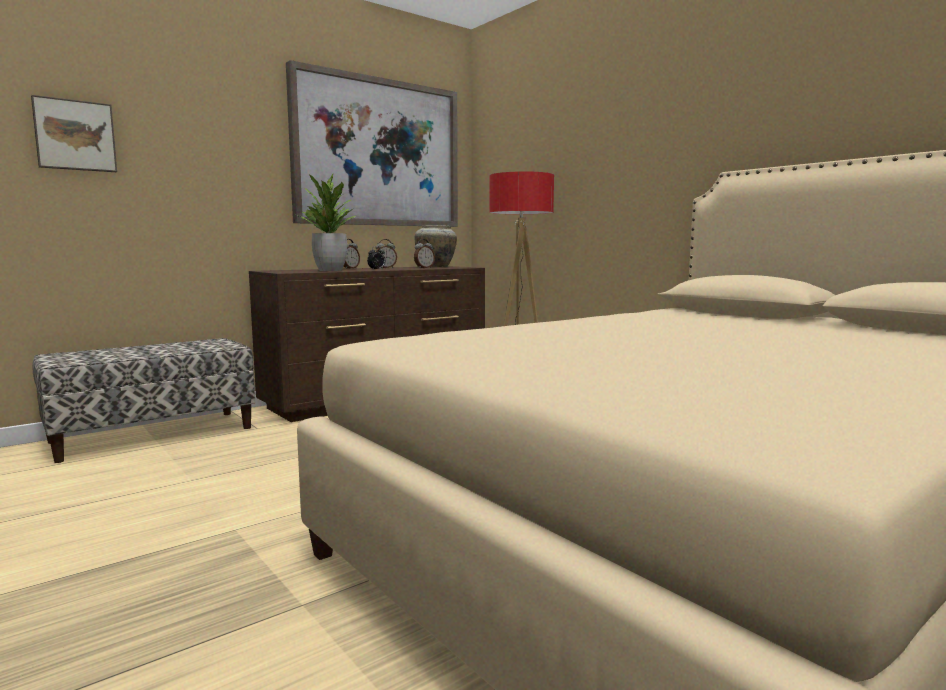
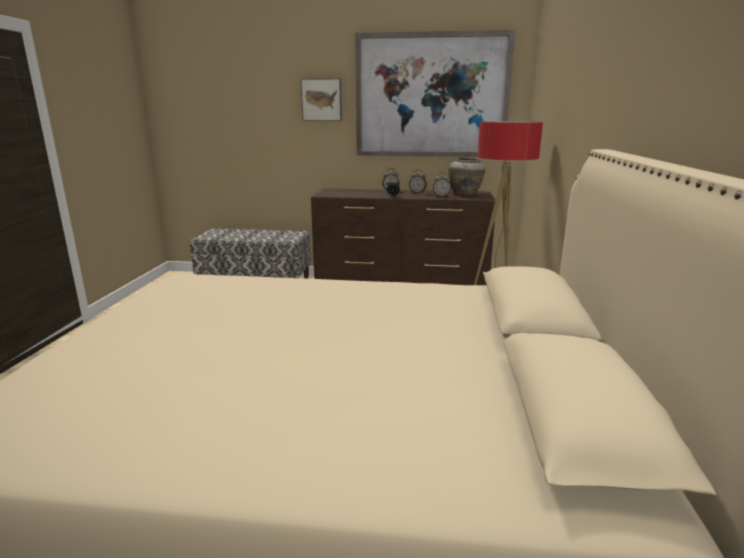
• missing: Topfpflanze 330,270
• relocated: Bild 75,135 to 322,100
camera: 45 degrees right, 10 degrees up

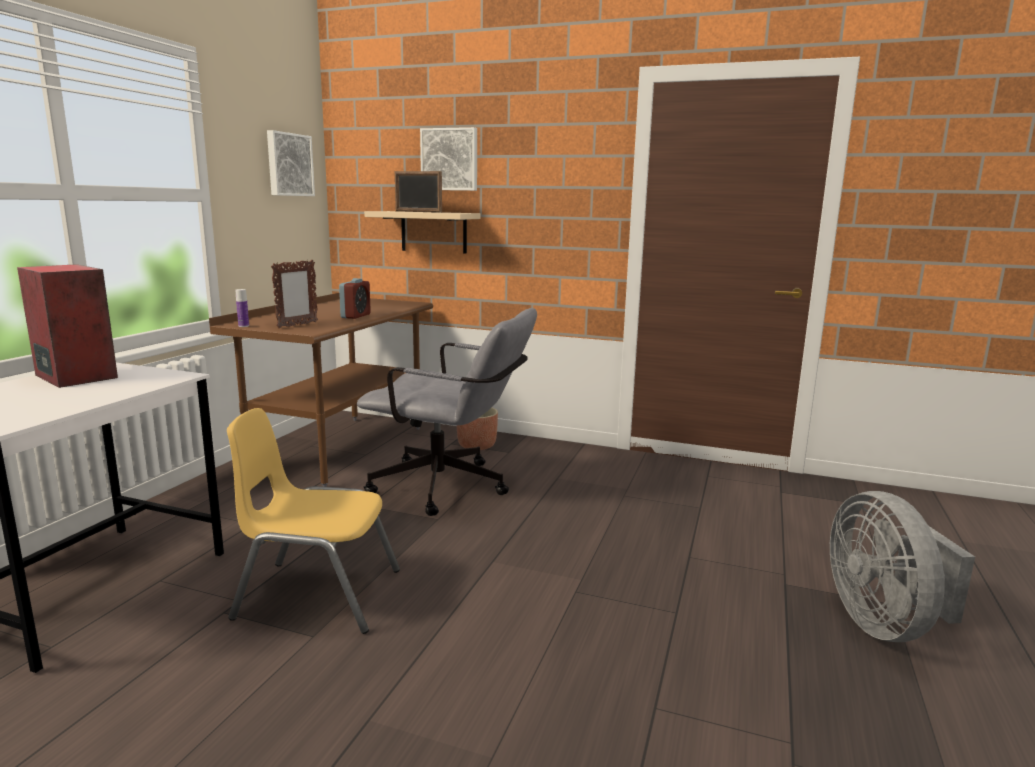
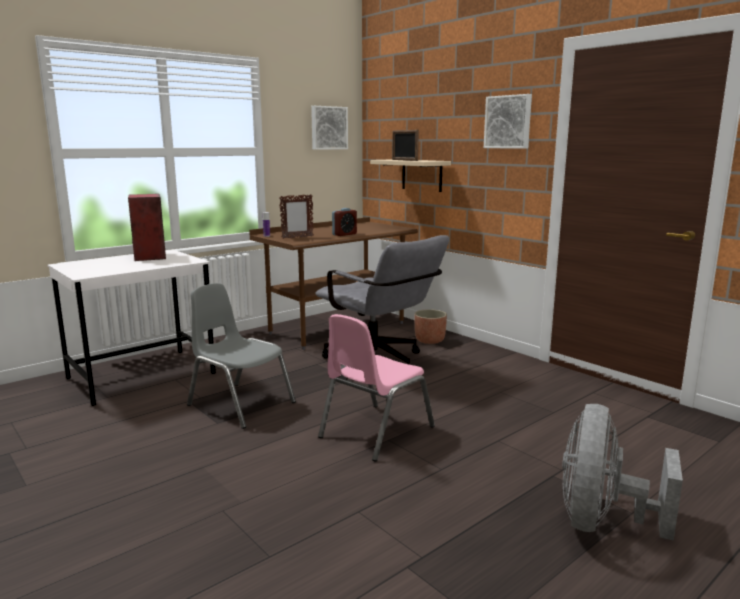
• appeared: Stuhl/rosa 375,432
• relocated: Bild 450,159 to 508,122
• colour: Stuhl/gelb 318,594 to Stuhl/grau 240,404
camera: 30 degrees right, 0 degrees up

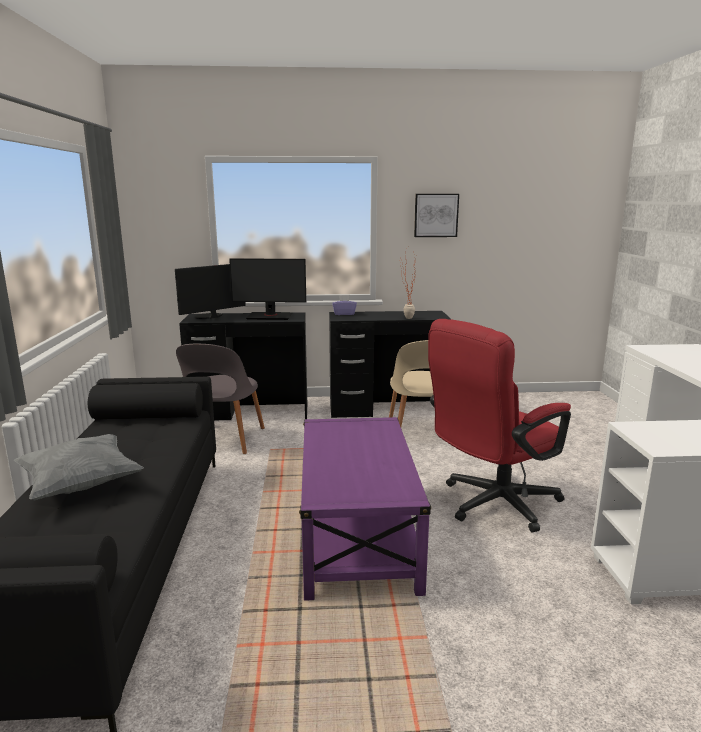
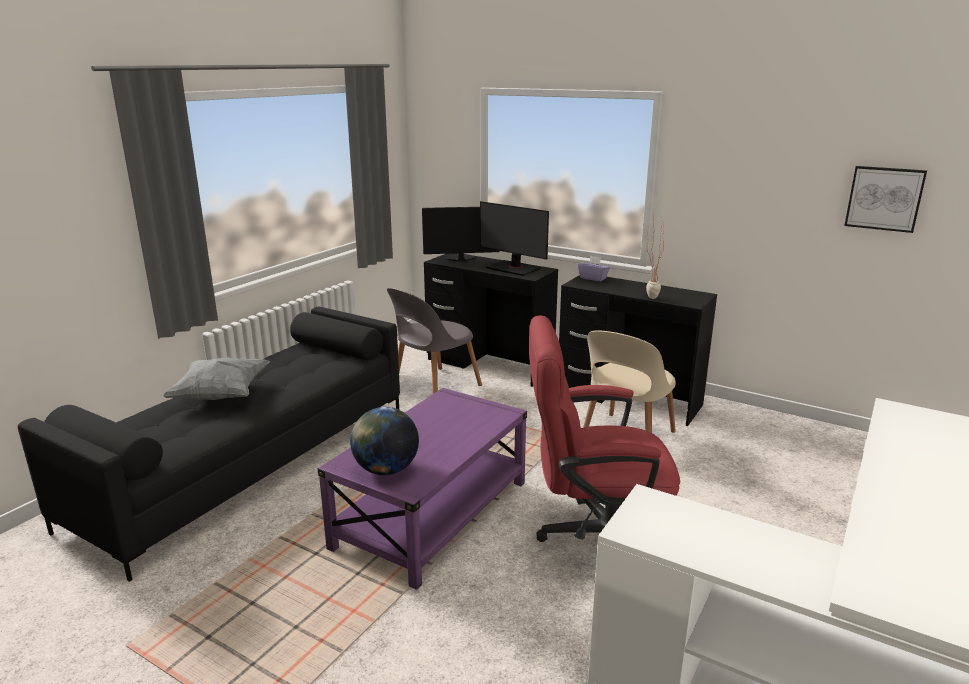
• appeared: Globus 385,469
• relocated: Bild 436,215 to 884,198
camera: 35 degrees right, 5 degrees up

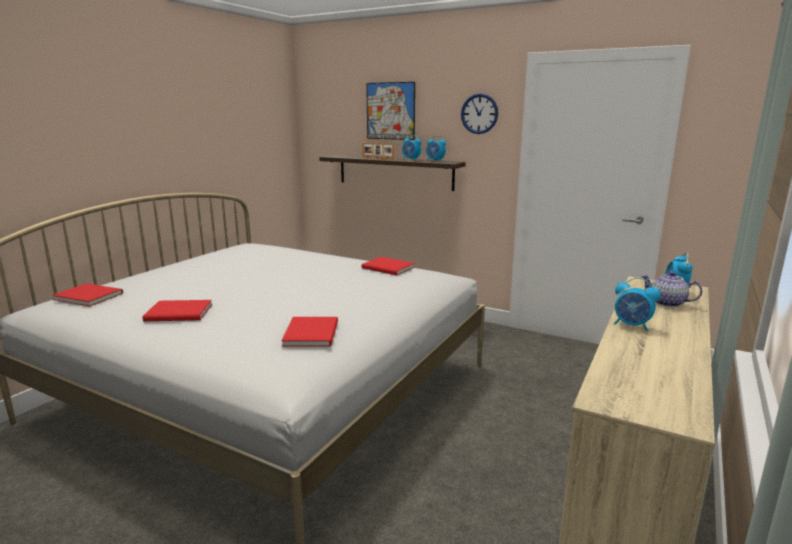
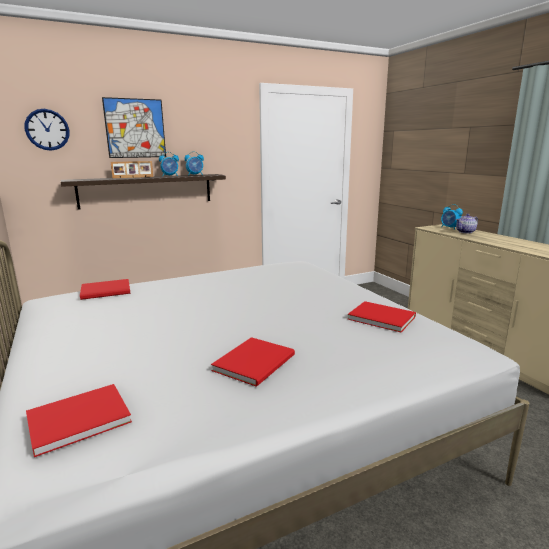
• missing: Wecker 632,326
• relocated: Buch/rot 388,268 to 107,291
• relocated: Wanduhr 479,114 to 47,129
camera: 55 degrees left, 0 degrees up

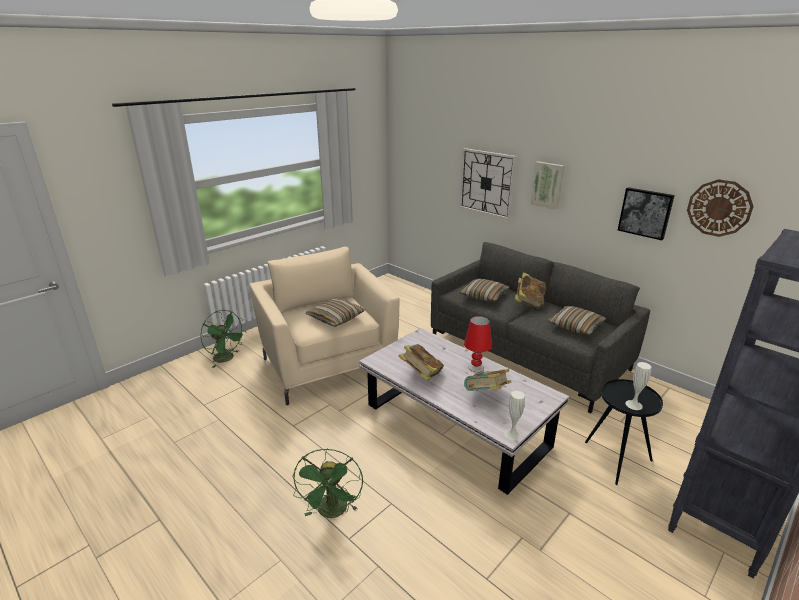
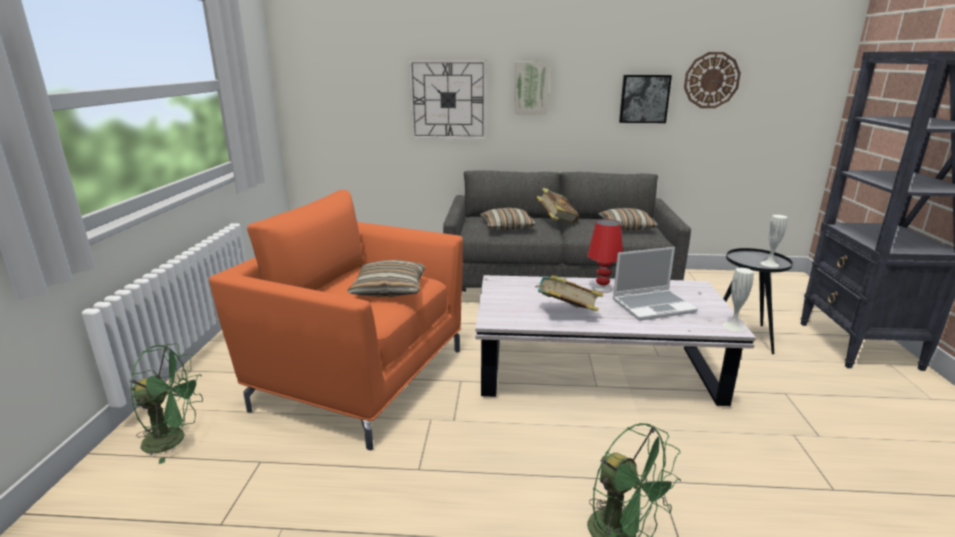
• exchanged: Buch 486,395 to Laptop 653,306
• colour: Sessel/beige 328,364 to Sessel/orange 360,377
camera: 40 degrees left, 5 degrees down

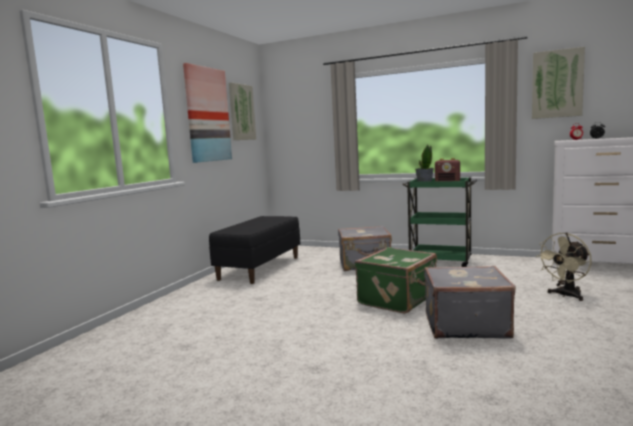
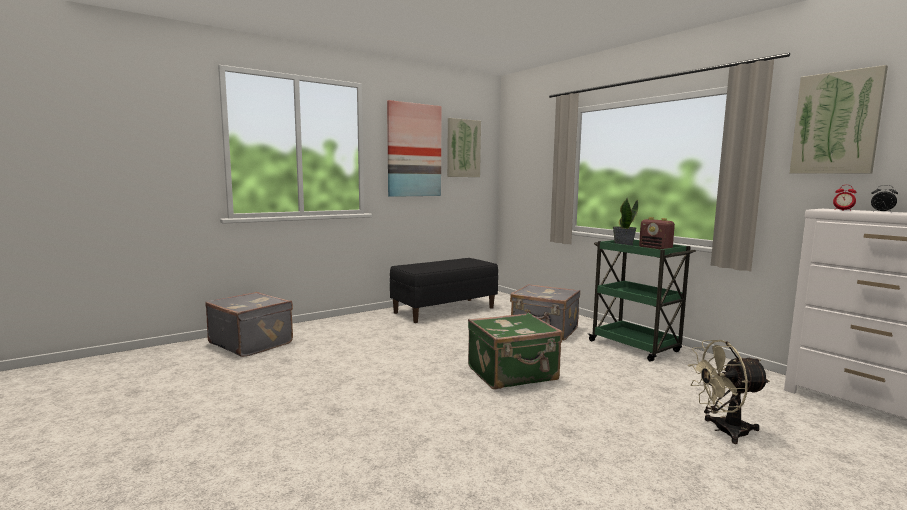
• relocated: Koffer/grau 465,325 to 252,343
camera: 30 degrees right, 0 degrees up

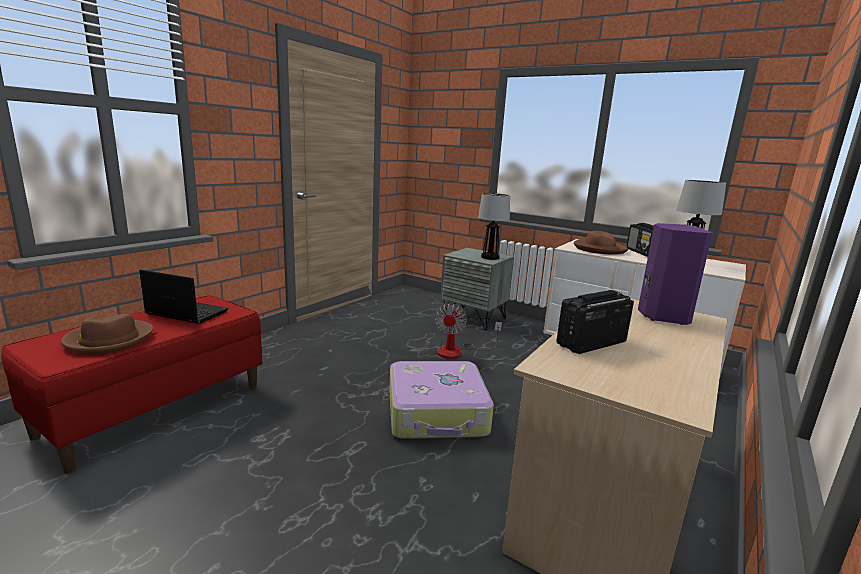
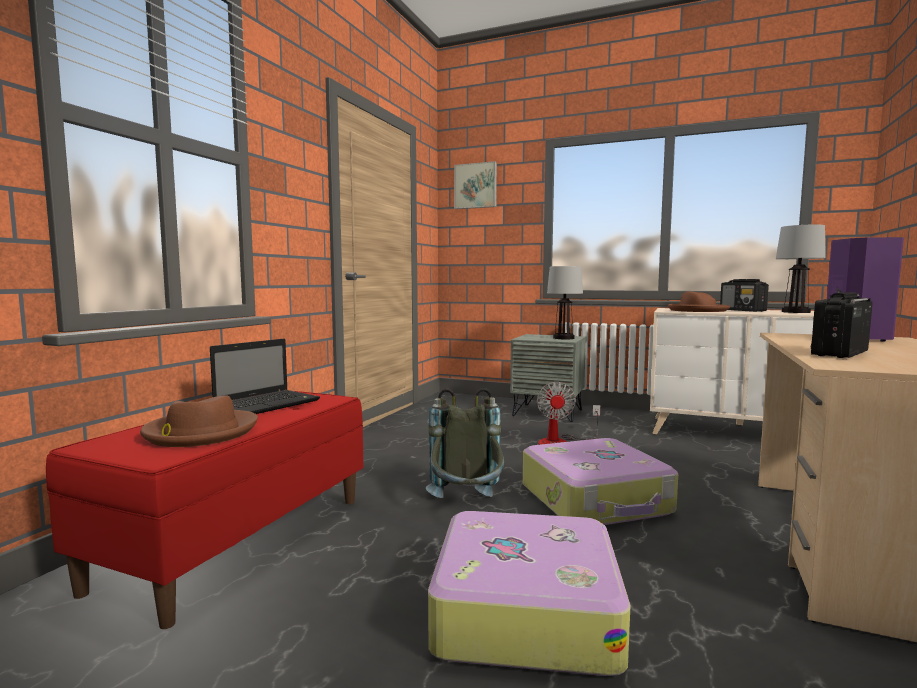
• appeared: Rucksack/grau 466,506
• appeared: Koffer 524,610
• appeared: Bild 476,186
• spun: Laptop 185,313 = 269,404 120 degrees clockwise
camera: 10 degrees left, 10 degrees down

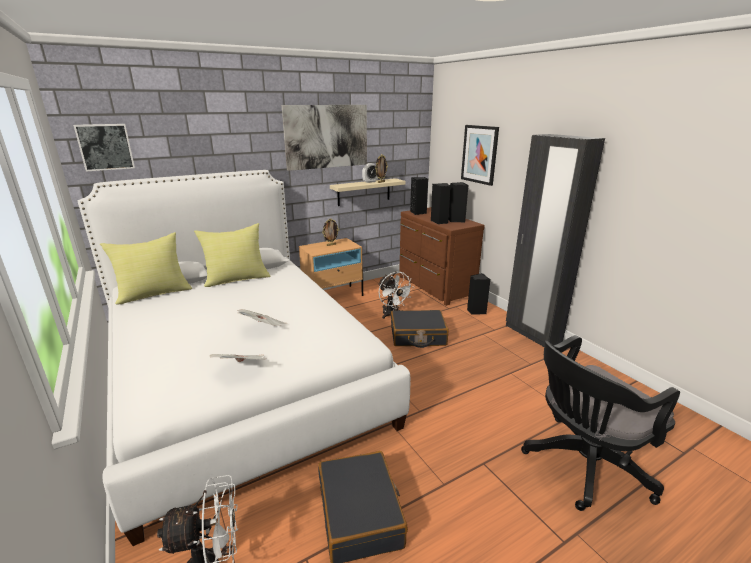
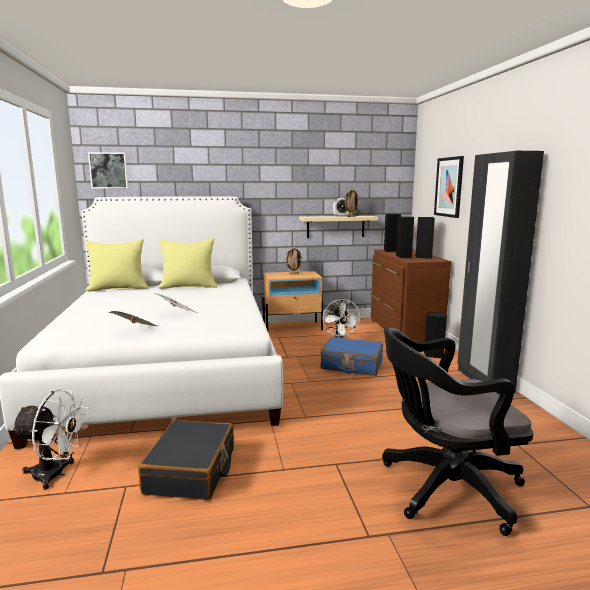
• missing: Bild 327,136
• colour: Koffer/schwarz 417,336 to Koffer/blau 351,365
camera: 20 degrees right, 10 degrees down

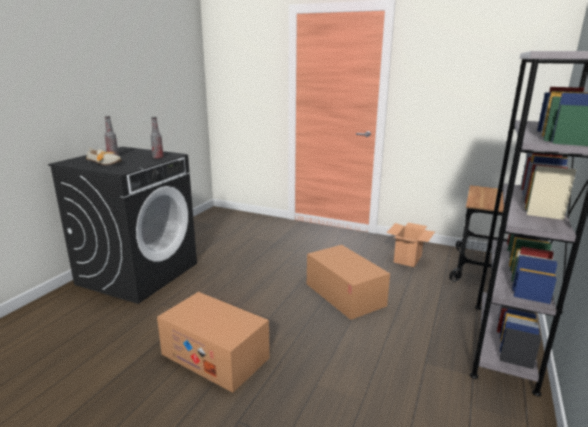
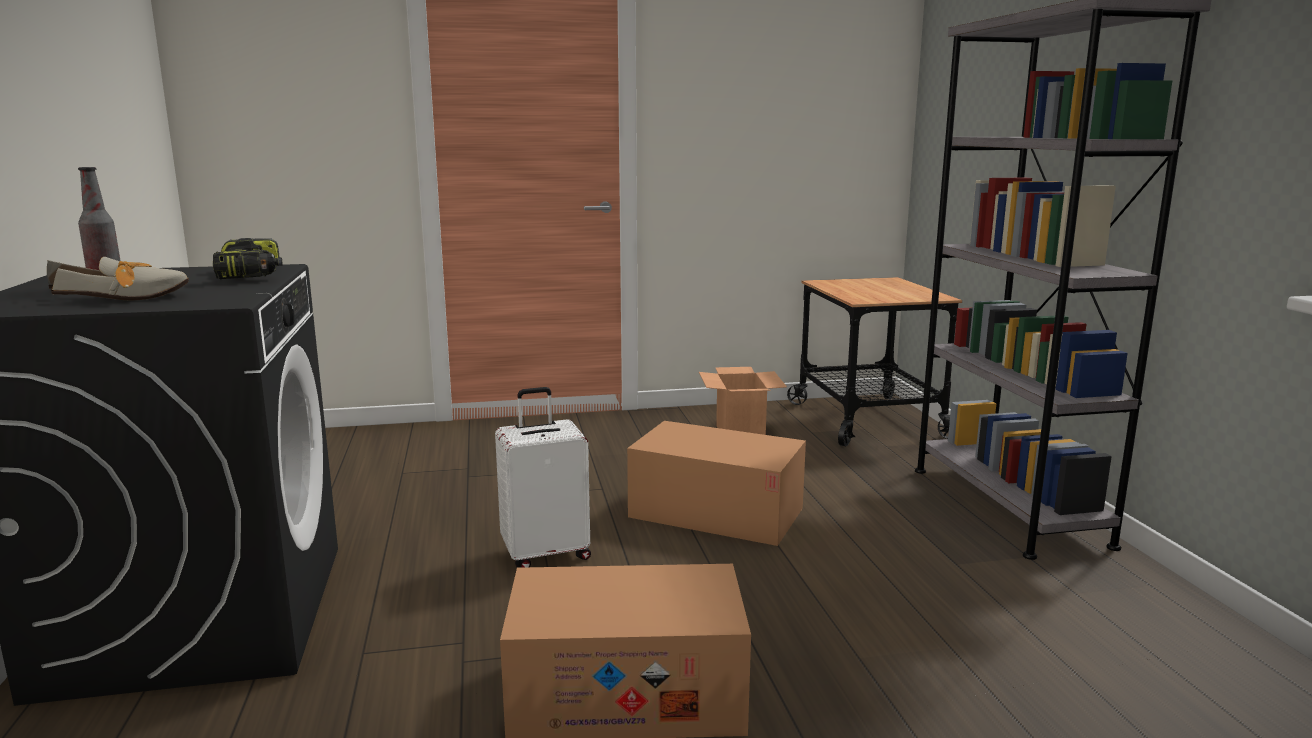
• appeared: Koffer/weiß 546,553
• exchanged: Flasche 158,158 to Bohrmaschine 252,275
camera: 35 degrees left, 5 degrees down

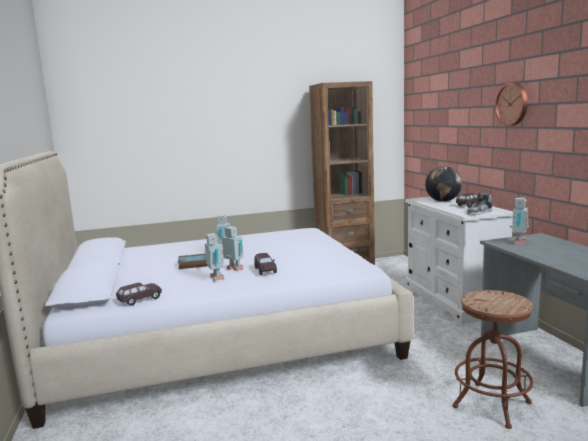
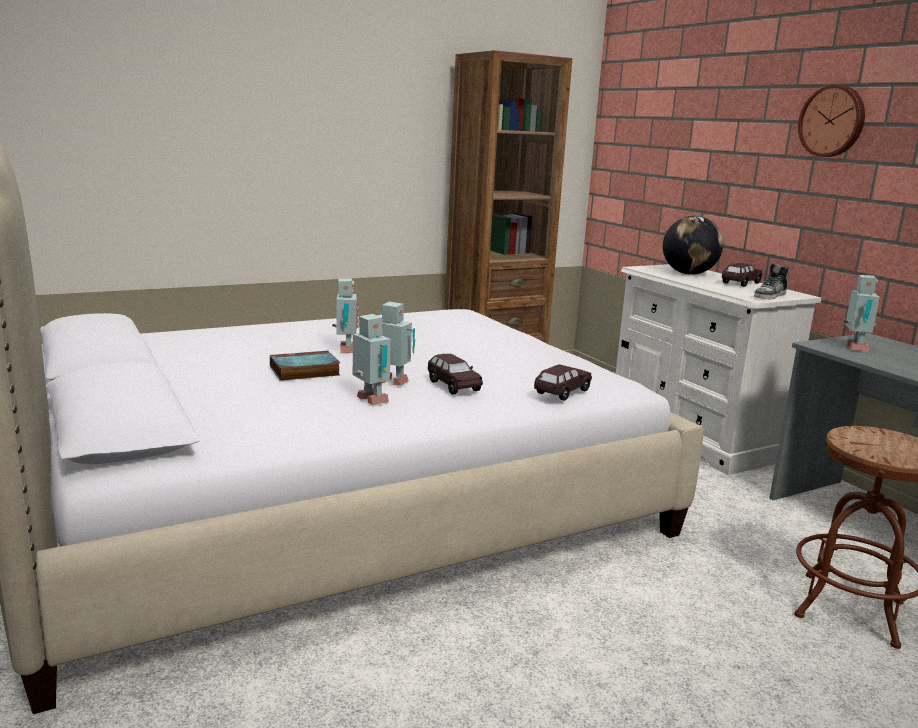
• relocated: Spielzeugauto/braun 140,300 to 562,392
camera: 15 degrees left, 5 degrees up

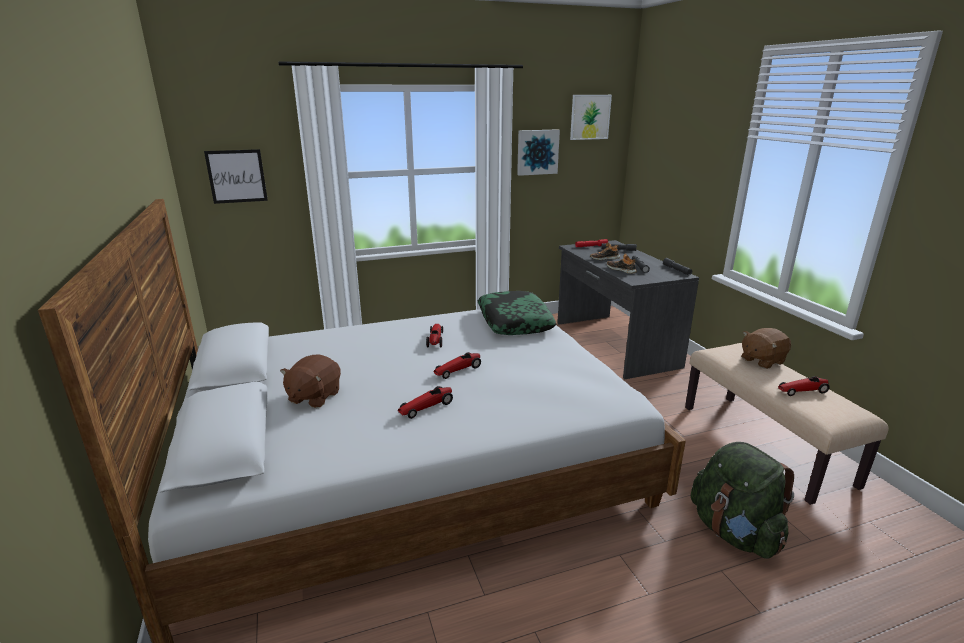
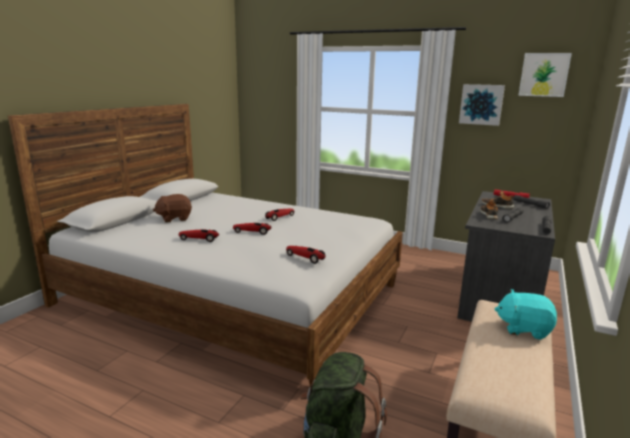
• missing: Bild 236,176
• missing: Kissen 514,321
• relocated: Spielzeugauto 802,391 to 305,258
• colour: Plüschtier/braun 761,360 to Plüschtier/türkis 523,328
camera: 45 degrees right, 5 degrees down

